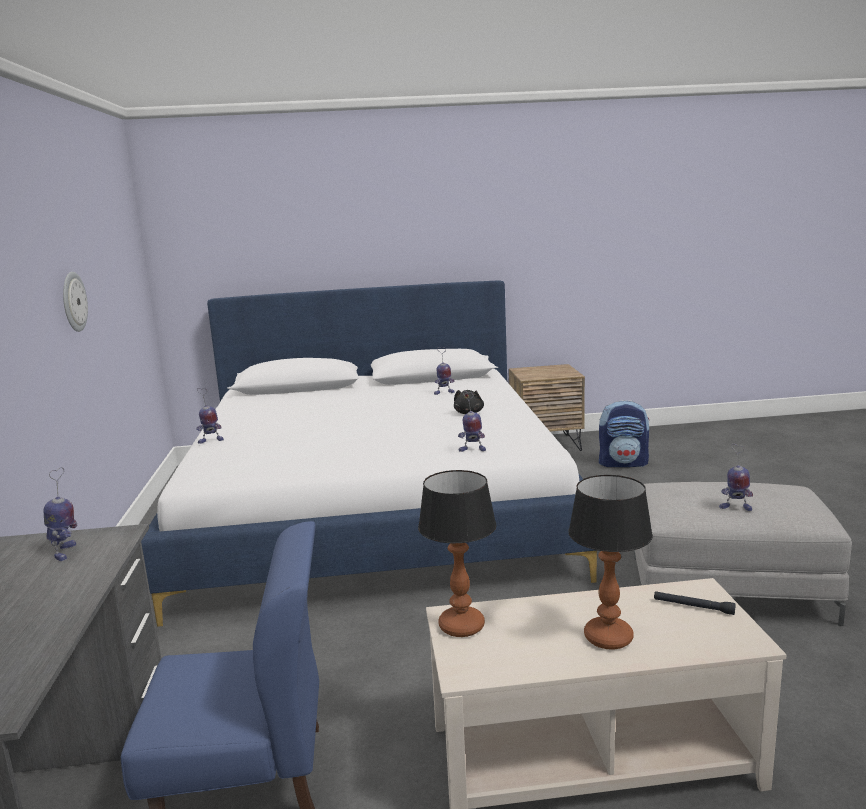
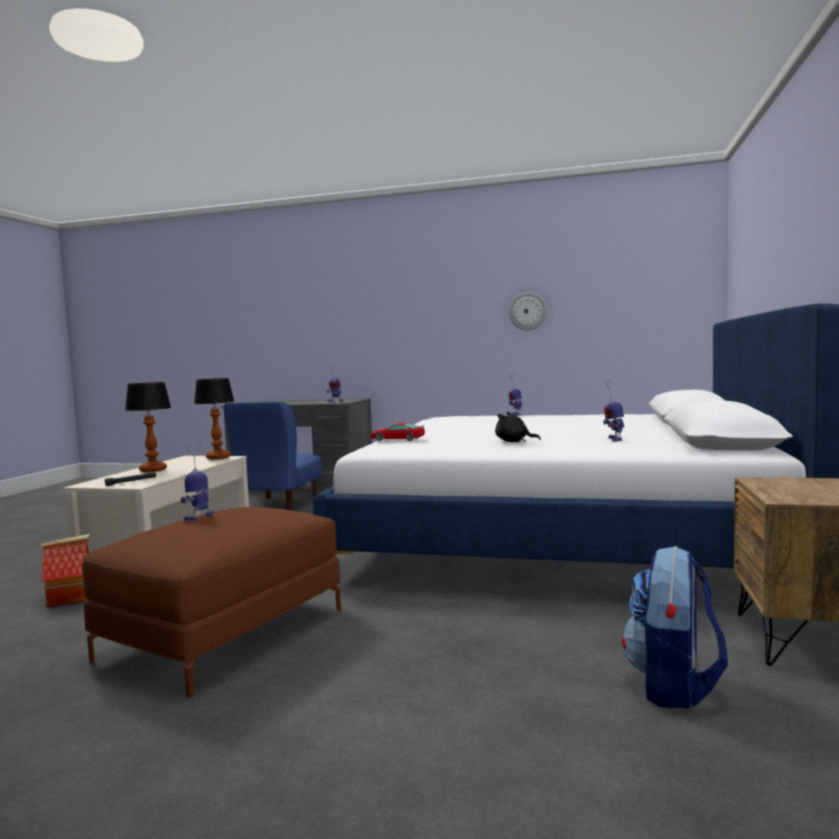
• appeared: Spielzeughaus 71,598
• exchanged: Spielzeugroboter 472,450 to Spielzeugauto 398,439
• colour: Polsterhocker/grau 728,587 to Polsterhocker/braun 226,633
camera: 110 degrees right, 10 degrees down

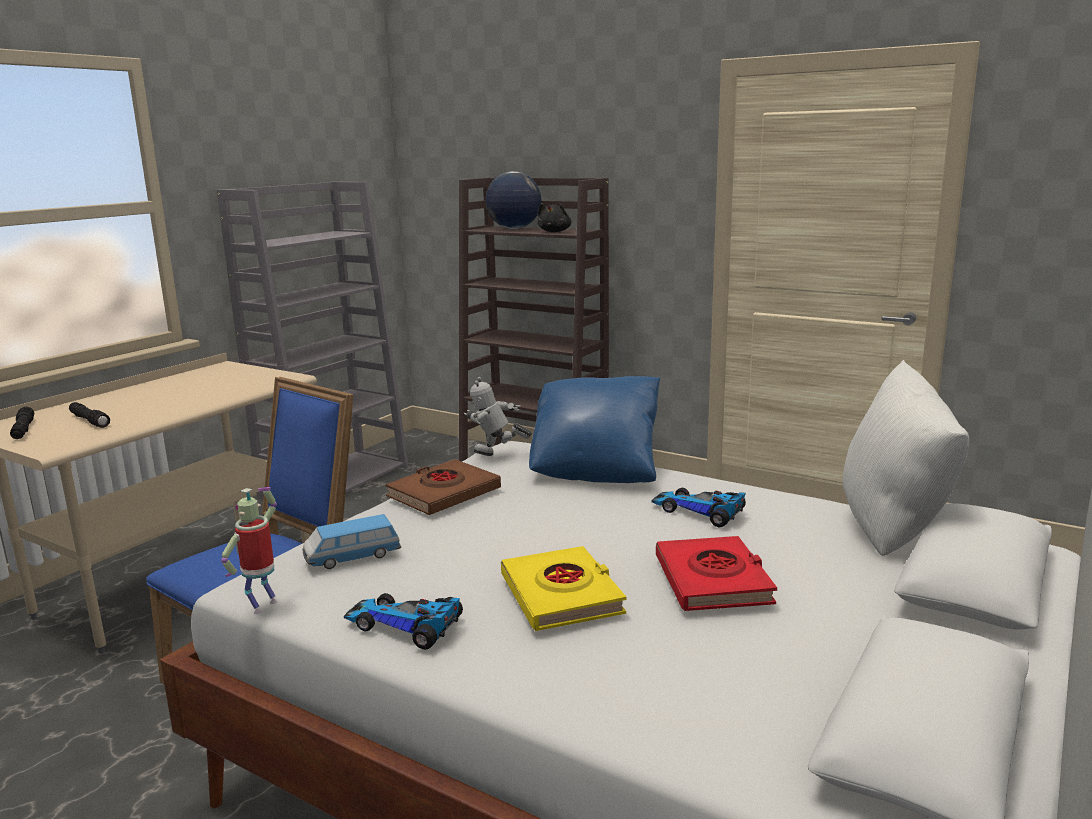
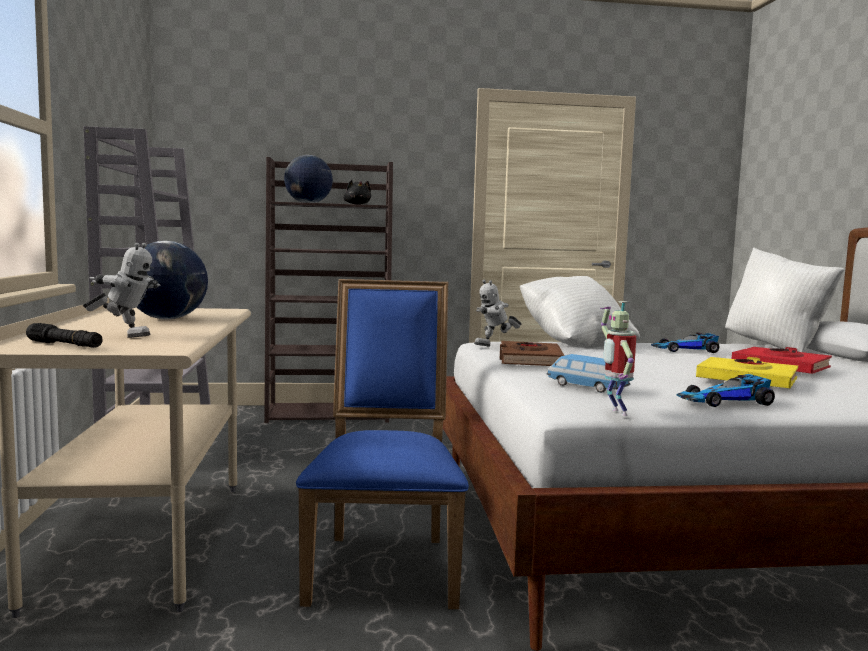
• appeared: Globus 168,319
• exchanged: Taschenlampe/schwarz 89,420 to Spielzeugroboter 125,336
• colour: Kissen/blau 596,470 to Kissen/weiß 575,344
• spun: Spielzeugauto 352,557 = 586,387 105 degrees clockwise
camera: 40 degrees left, 10 degrees down

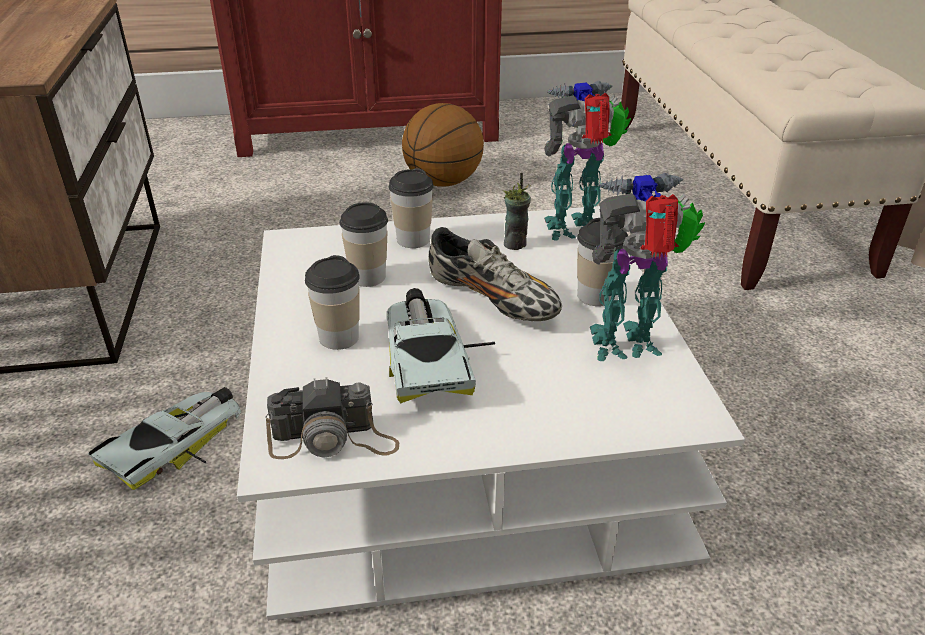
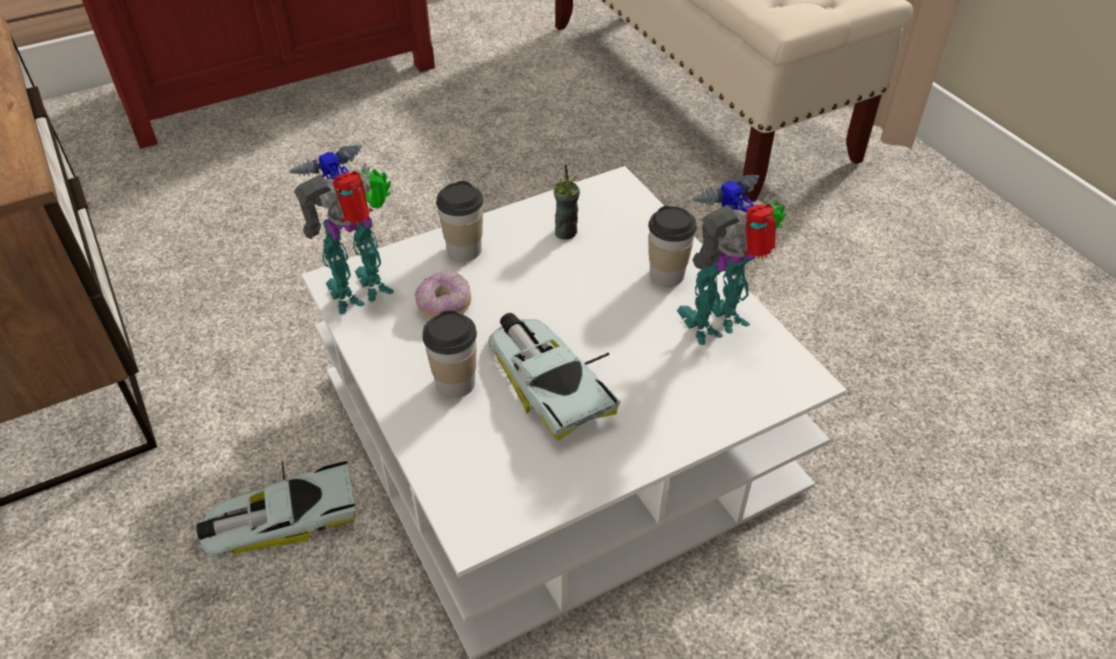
• missing: Kamera 333,439
• missing: Basketball 443,182
• missing: Schuh 493,299
• relocated: Spielzeugroboter 576,229 to 363,292
• exchanged: Tasse 368,277 to Donut 444,306
• spun: Spielzeugauto 177,443 = 280,517 120 degrees counterclockwise
camera: 20 degrees left, 10 degrees up

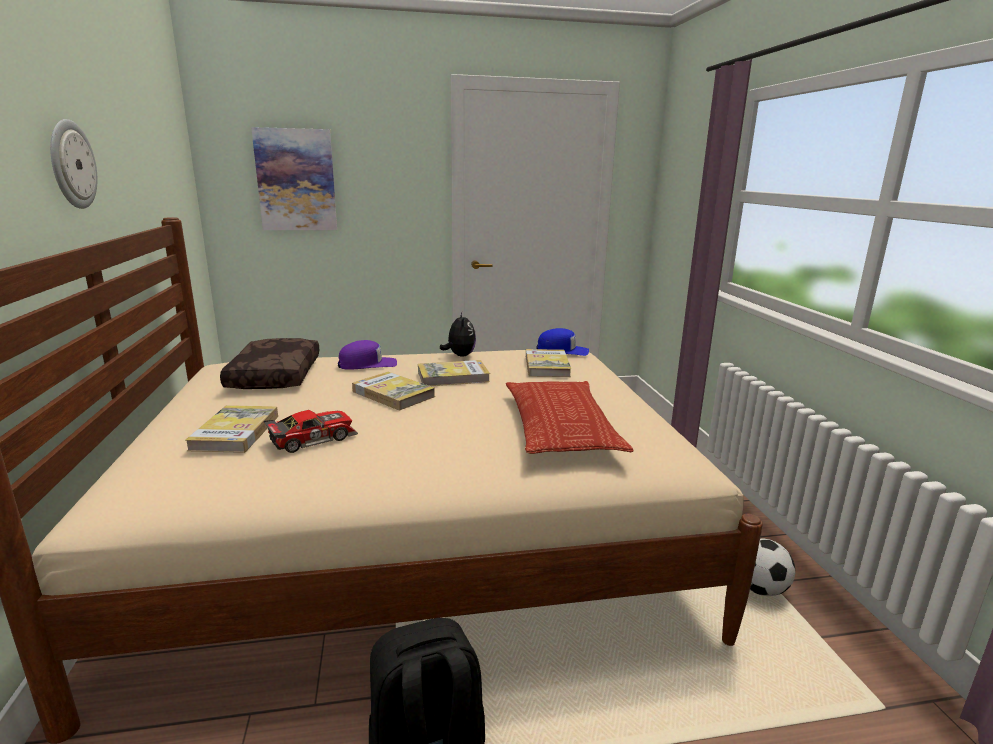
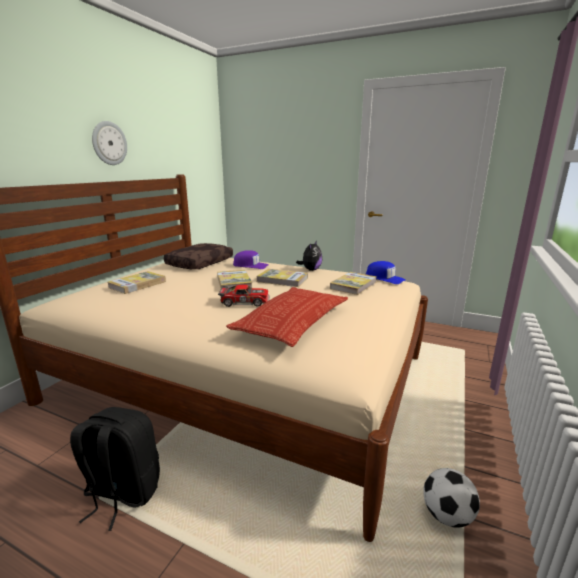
• missing: Bild 296,180
• relocated: Spielzeugauto 311,437 to 245,301
camera: 35 degrees right, 0 degrees up

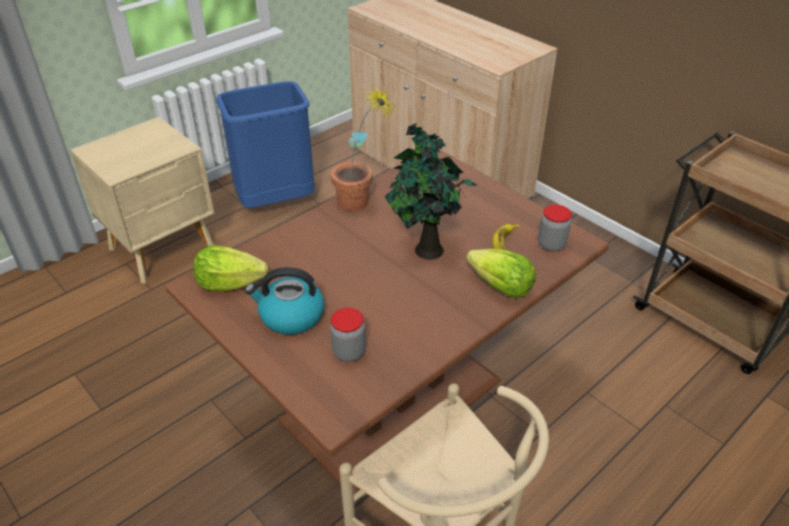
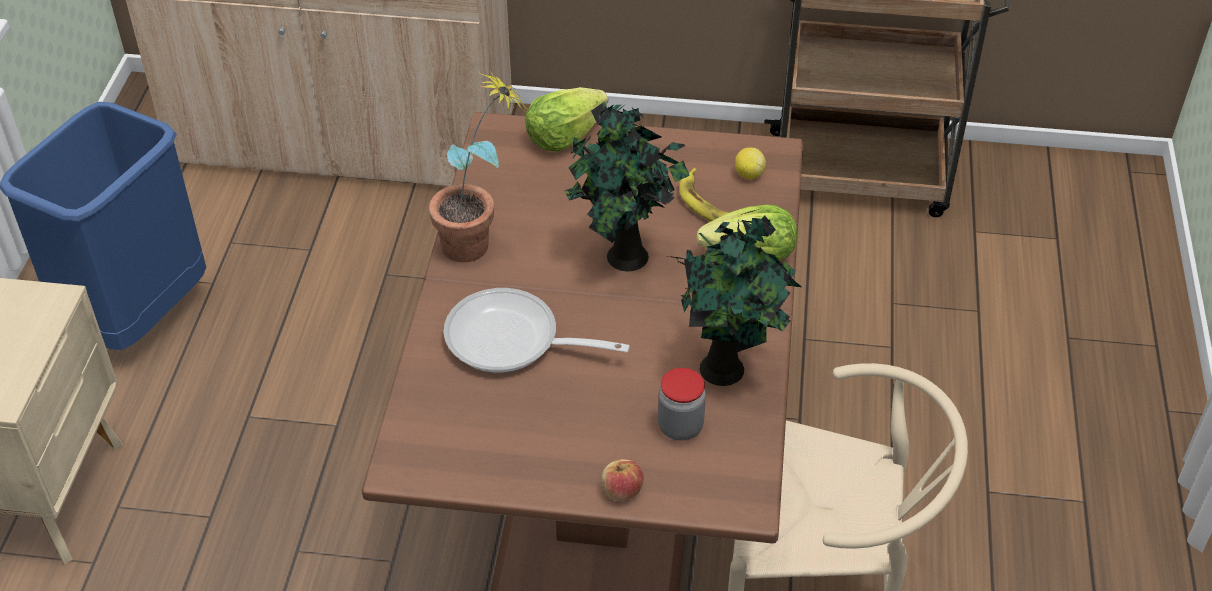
• missing: Wasserkessel 290,316
• appeared: Pfanne 512,341
• appeared: Apfel 621,491
• appeared: Topfpflanze 726,369
• relocated: Salatkopf 230,283 to 563,137
• exchanged: Vorratsglas 551,245 to Zitrone 749,174
camera: 40 degrees left, 5 degrees up

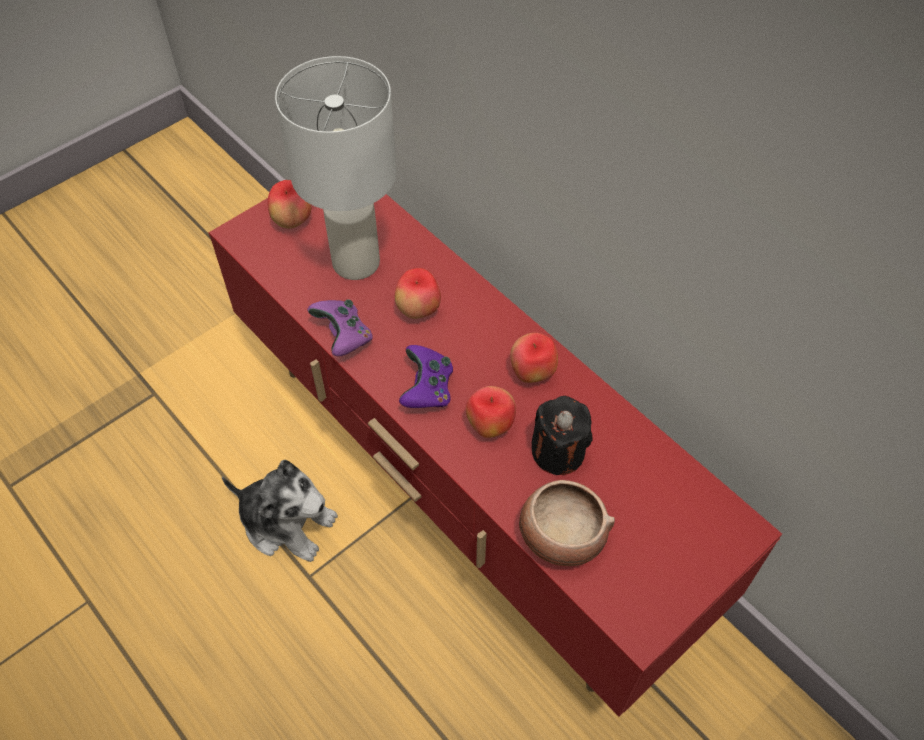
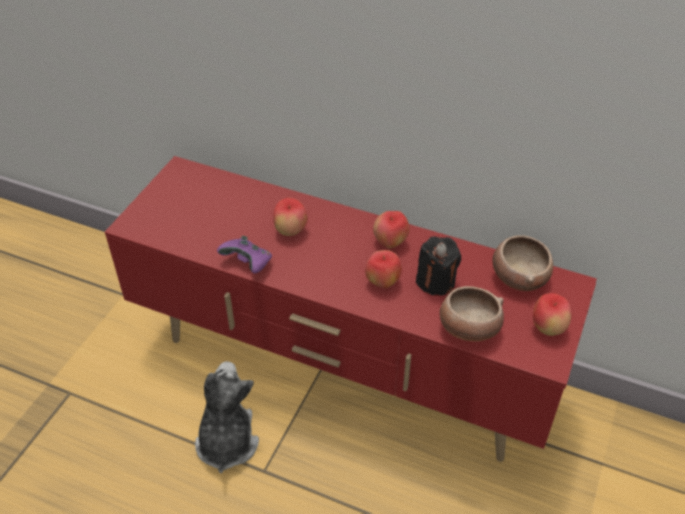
• missing: Tischlampe/weiß 354,263
• missing: Gamepad/lila 427,389
• appeared: Schüssel 519,276
• relocated: Apfel 292,221 to 548,328
• spun: Plüschtier 287,522 = 227,441 90 degrees counterclockwise
camera: 25 degrees left, 10 degrees down

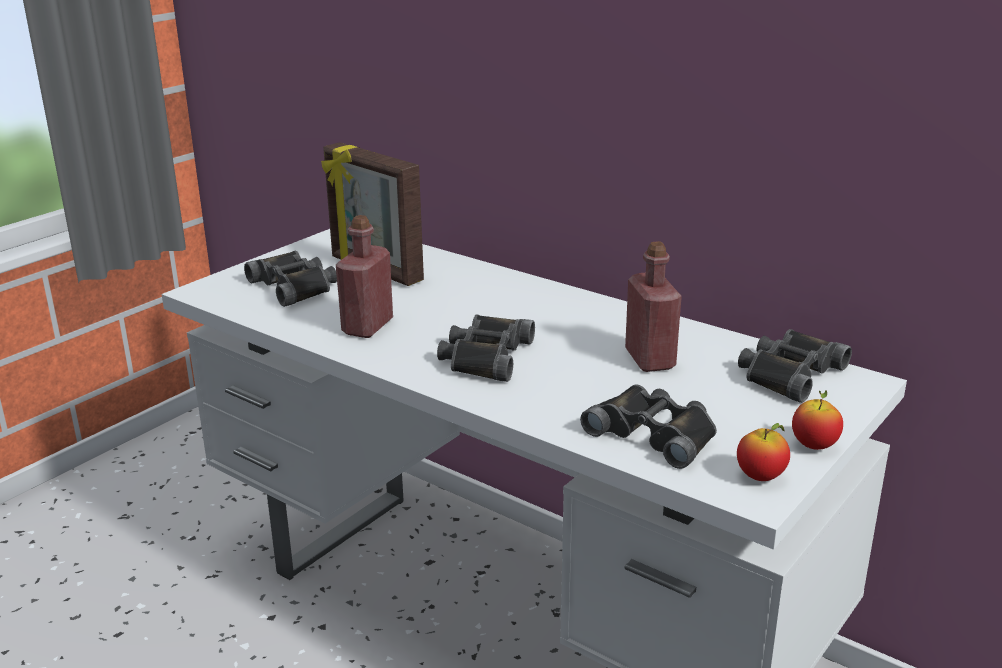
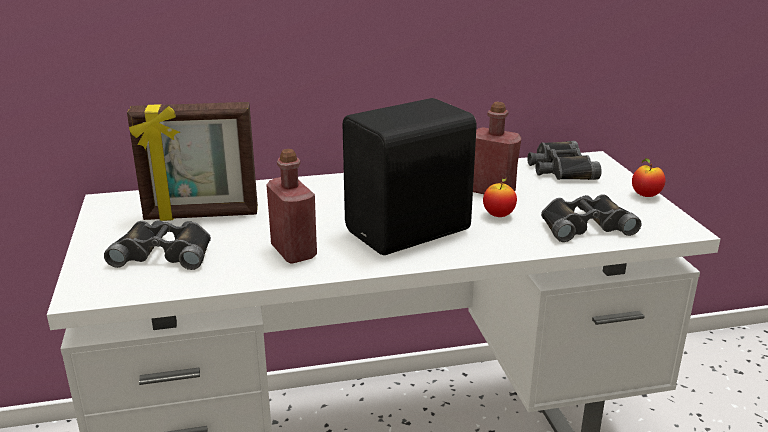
• relocated: Apfel 760,477 to 498,215
• exchanged: Fernglas/schwarz 485,356 to Lautsprecher/schwarz 411,232
camera: 50 degrees left, 0 degrees up

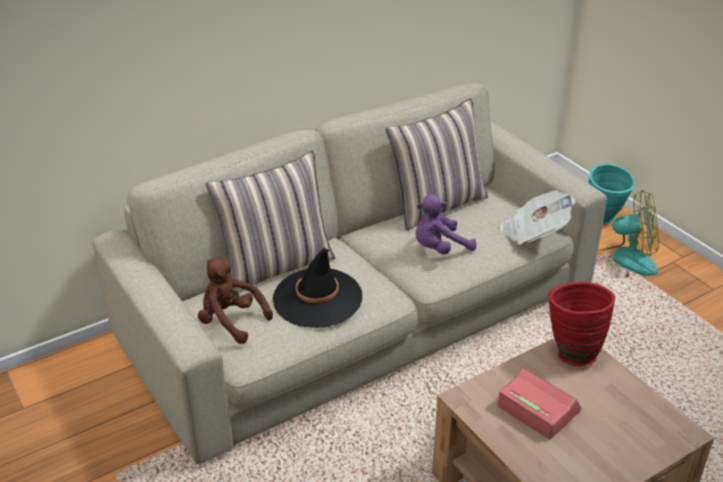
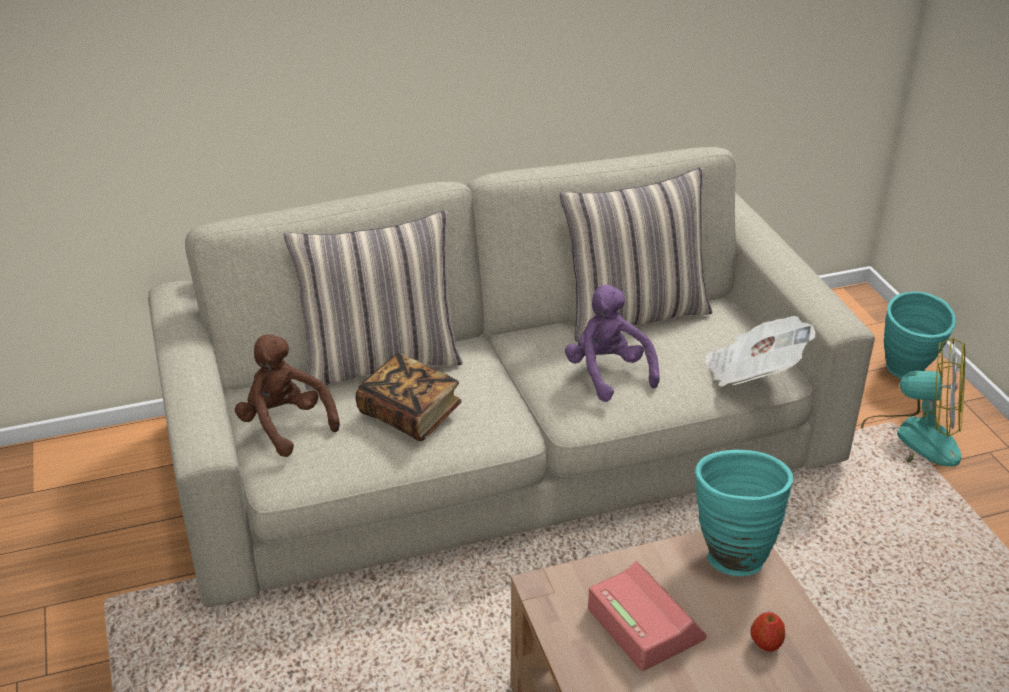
• appeared: Apfel 765,644
• exchanged: Hut/schwarz 317,298 to Buch 410,414
• colour: Vase/rot 571,351 to Vase/türkis 730,552
• spun: Plüschtier/lila 439,248 = 608,373 75 degrees clockwise
camera: 15 degrees right, 0 degrees up

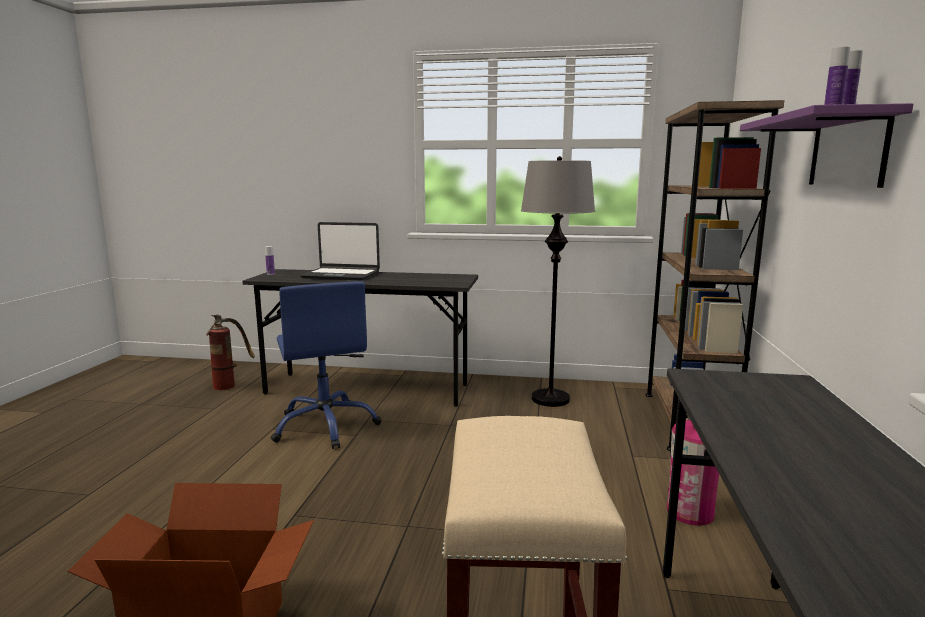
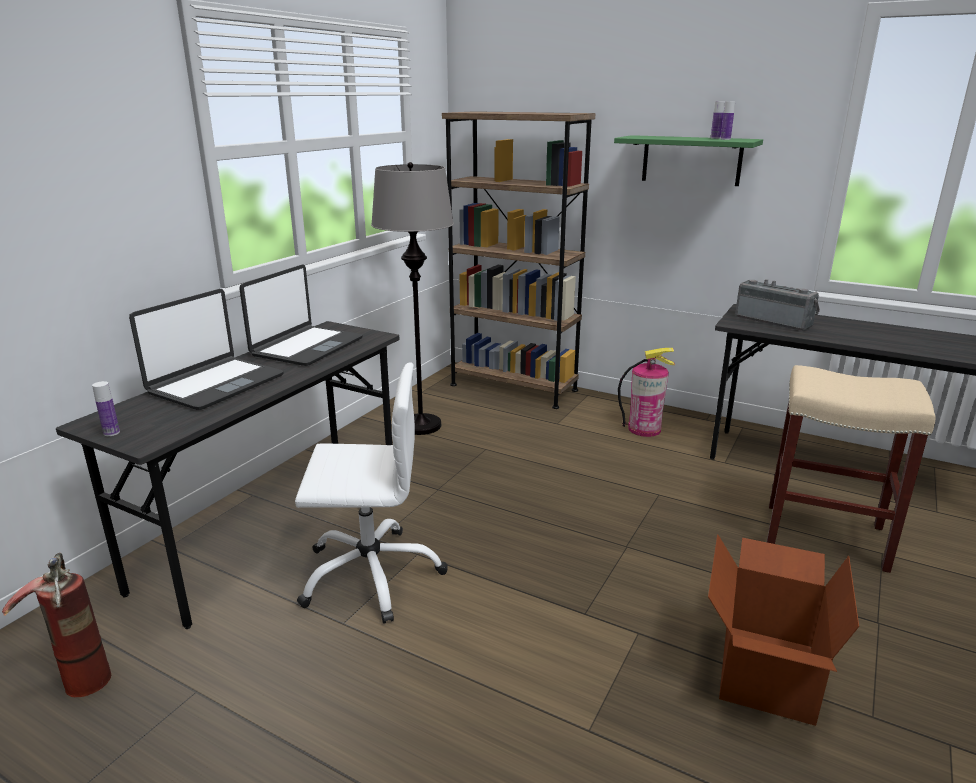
• appeared: Laptop 306,347
• appeared: Radio 774,321
• colour: Bürostuhl/blau 326,426 to Bürostuhl/weiß 371,574
• colour: Wandregal/lila 847,150 to Wandregal/grün 691,160
camera: 70 degrees left, 10 degrees up

